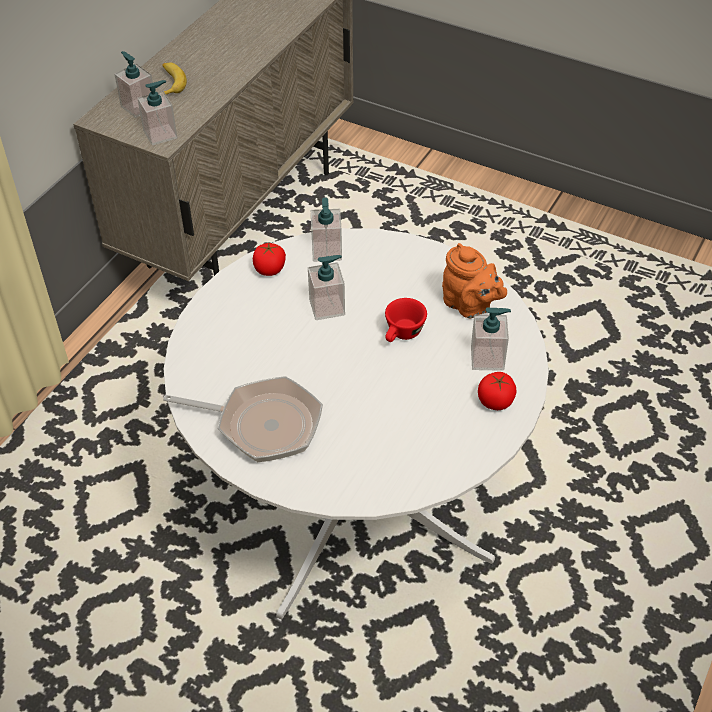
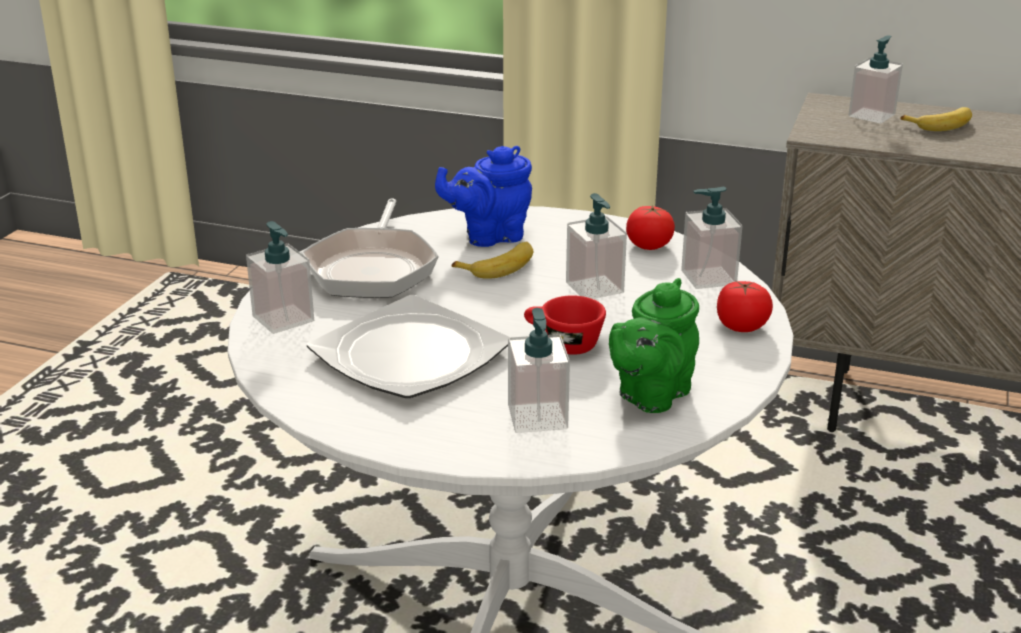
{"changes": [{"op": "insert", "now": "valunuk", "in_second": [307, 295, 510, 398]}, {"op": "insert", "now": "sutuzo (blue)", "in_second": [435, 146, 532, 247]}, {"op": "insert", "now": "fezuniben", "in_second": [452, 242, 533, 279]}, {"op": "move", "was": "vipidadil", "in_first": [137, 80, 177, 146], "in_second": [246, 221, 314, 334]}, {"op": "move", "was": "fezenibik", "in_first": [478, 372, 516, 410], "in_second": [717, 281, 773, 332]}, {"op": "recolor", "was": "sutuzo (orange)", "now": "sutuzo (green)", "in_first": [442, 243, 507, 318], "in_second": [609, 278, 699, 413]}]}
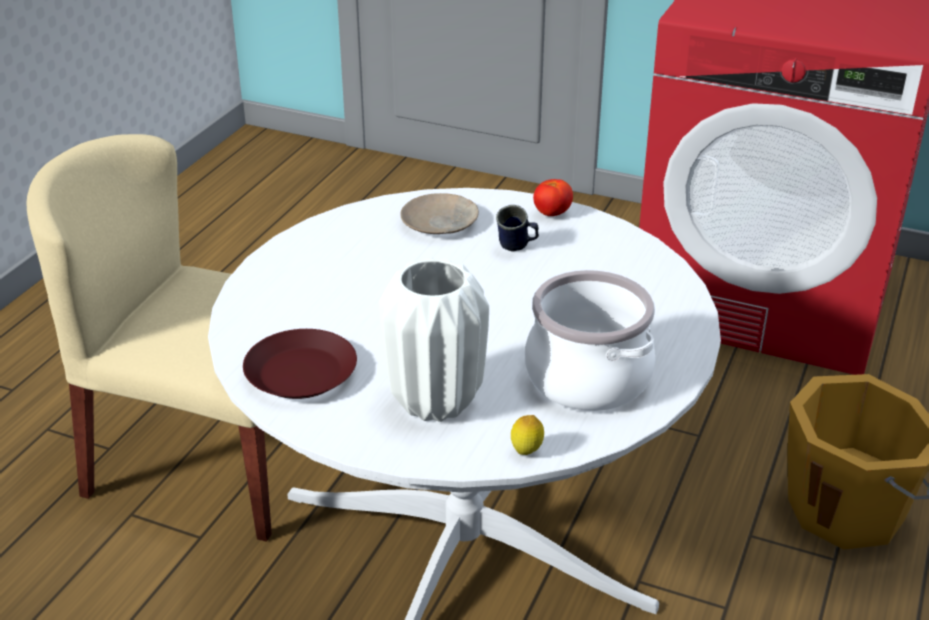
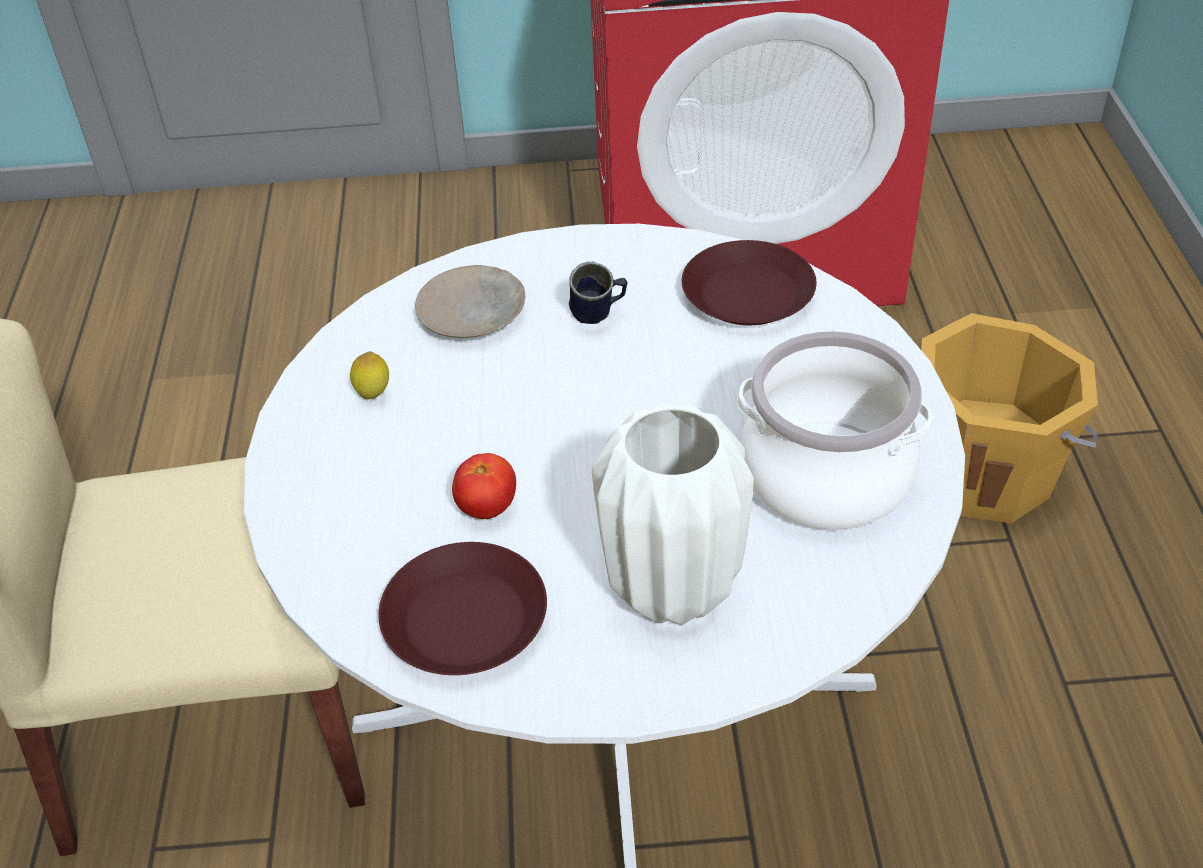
{"changes": [{"op": "insert", "now": "valunuk (brown)", "in_second": [682, 240, 816, 325]}, {"op": "move", "was": "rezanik", "in_first": [511, 415, 544, 455], "in_second": [350, 351, 389, 400]}, {"op": "move", "was": "fezenibik", "in_first": [533, 179, 573, 216], "in_second": [452, 453, 516, 519]}]}
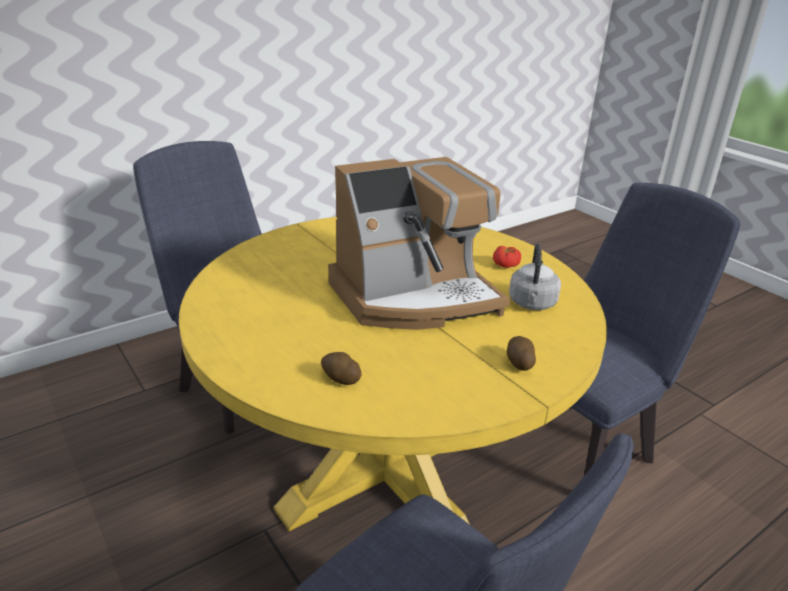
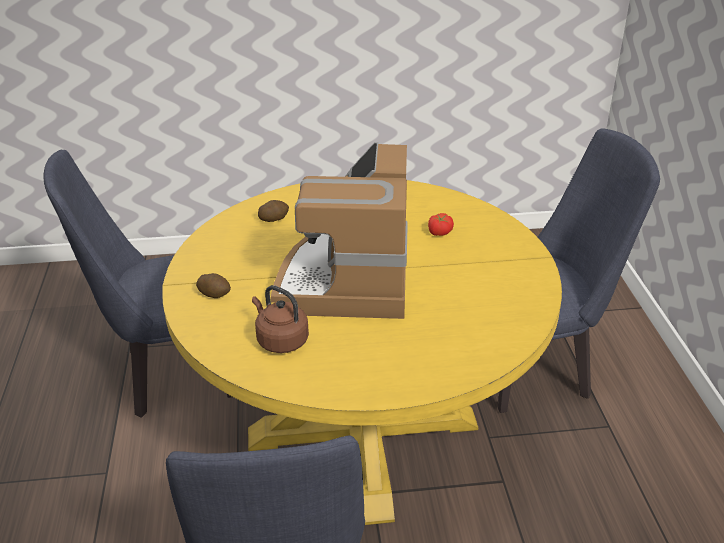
{"changes": [{"op": "move", "was": "fezenibik", "in_first": [493, 246, 521, 268], "in_second": [428, 213, 454, 236]}, {"op": "recolor", "was": "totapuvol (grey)", "now": "totapuvol (brown)", "in_first": [509, 244, 561, 310], "in_second": [252, 285, 309, 353]}]}
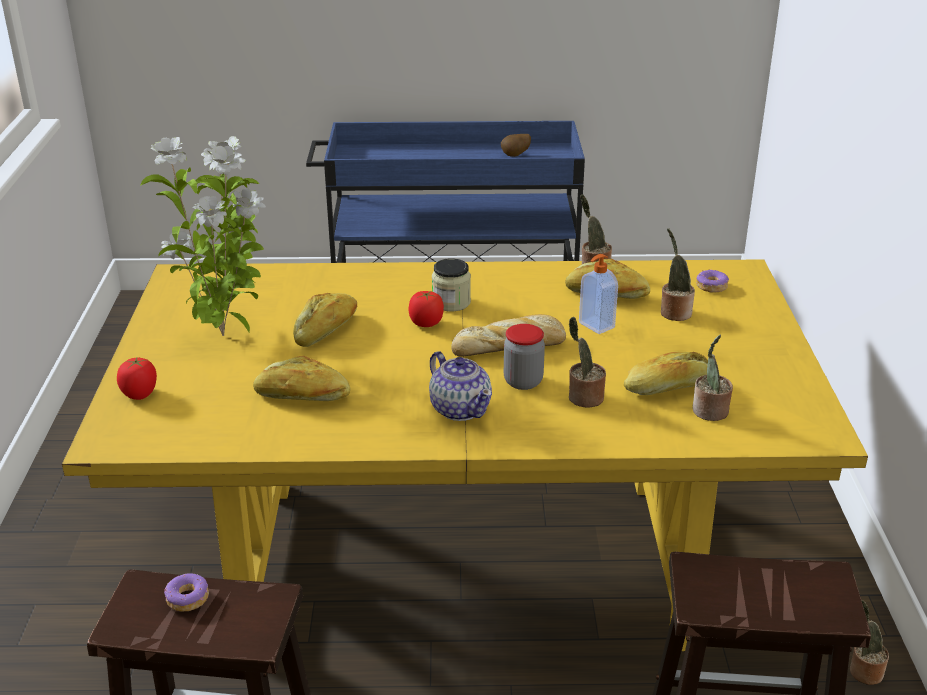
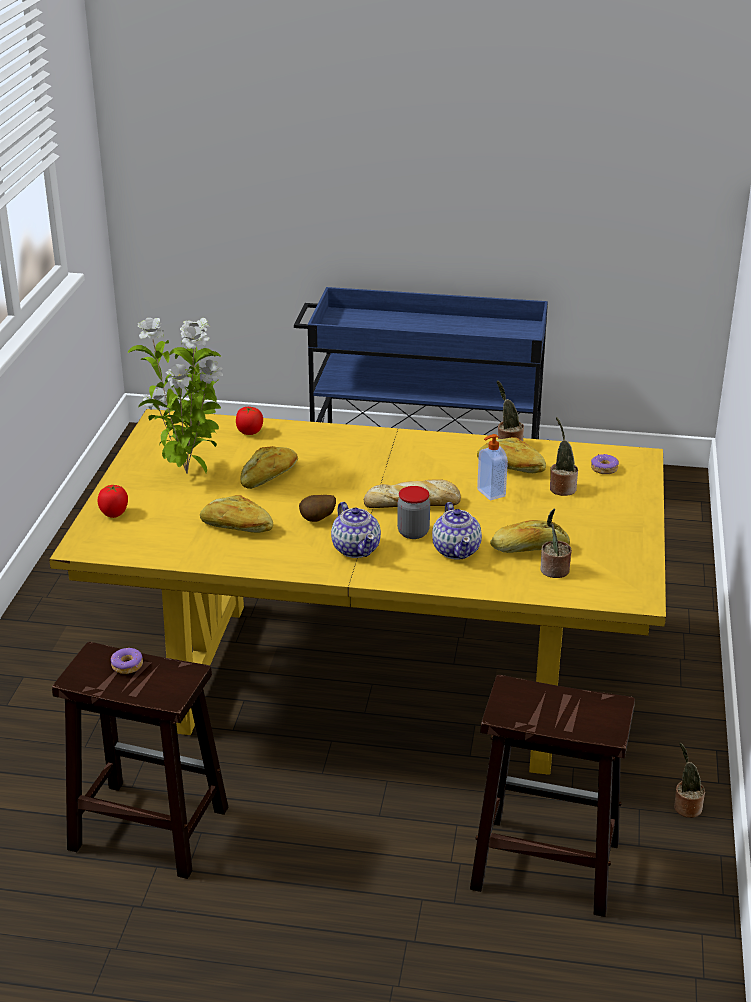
{"changes": [{"op": "delete", "was": "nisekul", "in_first": [432, 258, 471, 311]}, {"op": "move", "was": "fezenibik", "in_first": [409, 291, 444, 327], "in_second": [236, 407, 263, 435]}, {"op": "move", "was": "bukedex", "in_first": [501, 134, 531, 157], "in_second": [299, 495, 336, 522]}, {"op": "replace", "was": "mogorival", "now": "sutuzo", "in_first": [569, 317, 606, 408], "in_second": [432, 502, 482, 559]}]}
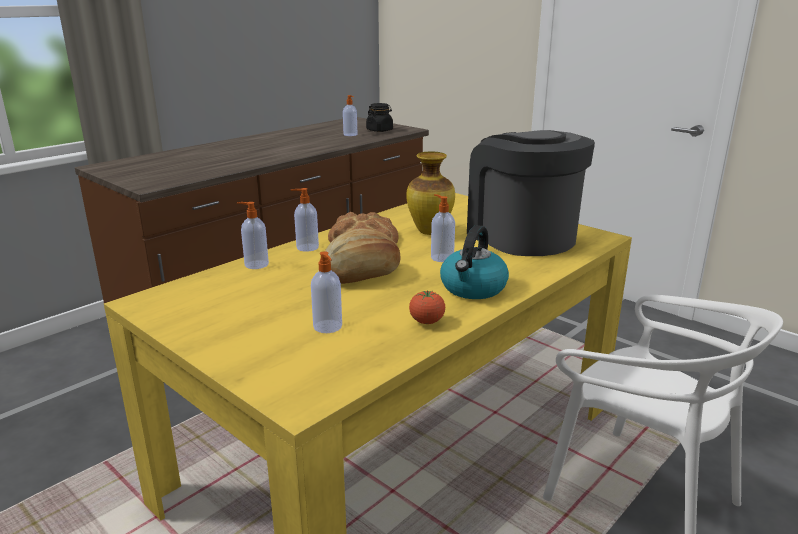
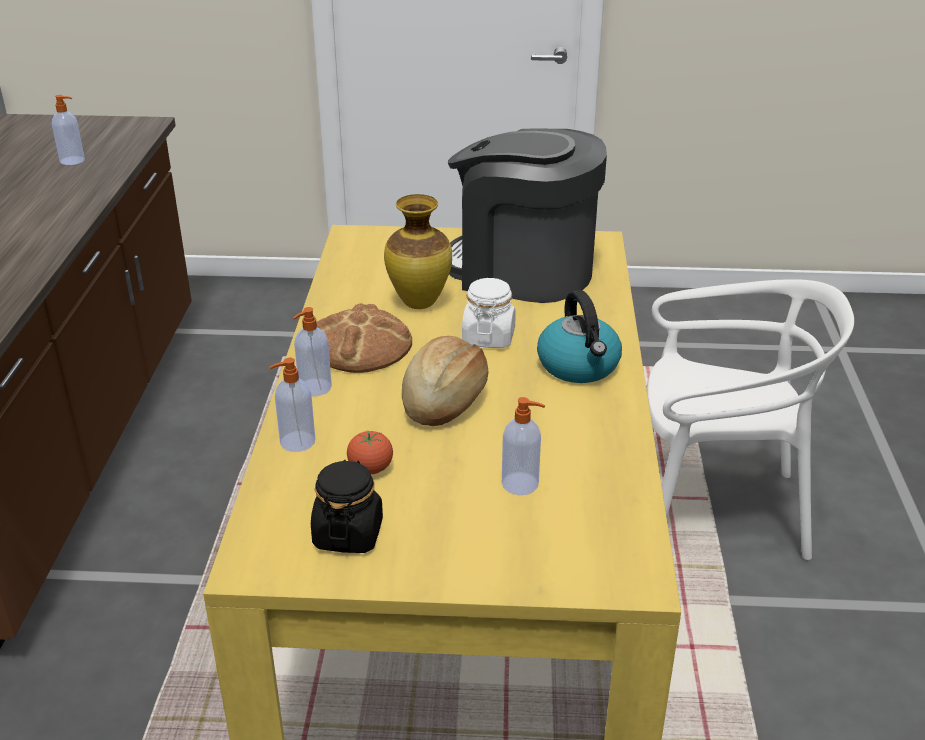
{"changes": [{"op": "move", "was": "nisekul (black)", "in_first": [366, 103, 393, 132], "in_second": [311, 459, 383, 553]}, {"op": "move", "was": "fezenibik", "in_first": [409, 290, 445, 324], "in_second": [347, 431, 393, 474]}, {"op": "replace", "was": "vipidadil", "now": "nisekul (white)", "in_first": [431, 194, 455, 262], "in_second": [462, 278, 516, 348]}]}
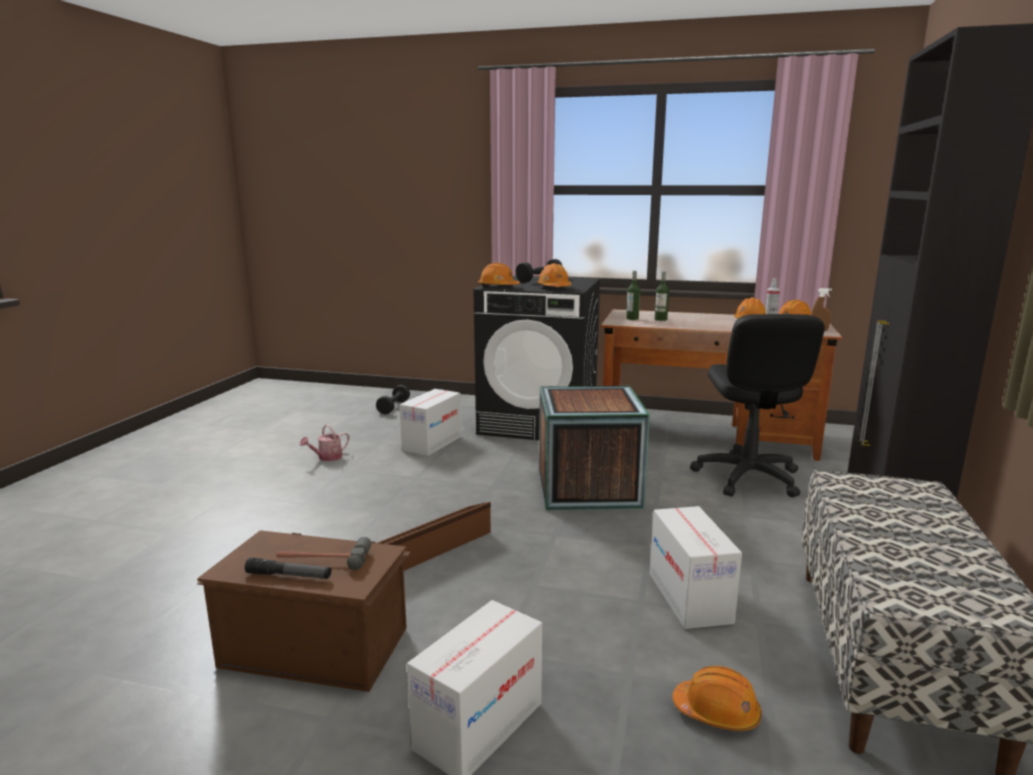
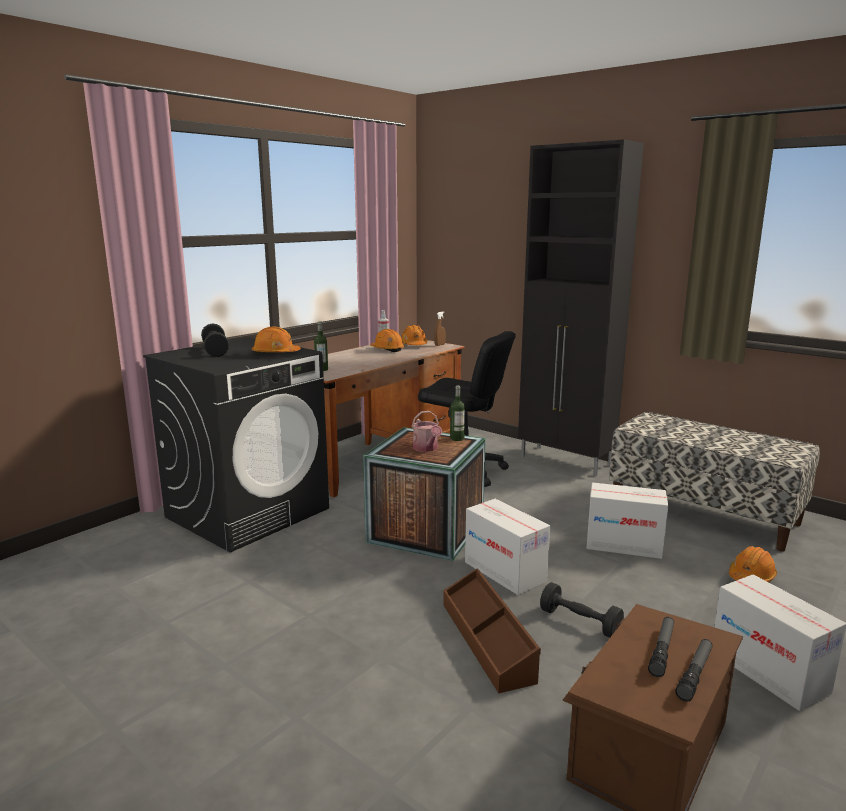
{"changes": [{"op": "delete", "was": "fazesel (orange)", "in_first": [478, 263, 520, 286]}, {"op": "move", "was": "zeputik", "in_first": [300, 424, 349, 461], "in_second": [411, 411, 442, 452]}, {"op": "move", "was": "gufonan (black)", "in_first": [376, 385, 410, 414], "in_second": [540, 582, 624, 638]}, {"op": "move", "was": "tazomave", "in_first": [400, 389, 461, 456], "in_second": [465, 499, 550, 595]}, {"op": "move", "was": "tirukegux", "in_first": [655, 271, 669, 321], "in_second": [450, 386, 465, 441]}, {"op": "replace", "was": "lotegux", "now": "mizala", "in_first": [277, 537, 371, 570], "in_second": [648, 617, 674, 677]}]}
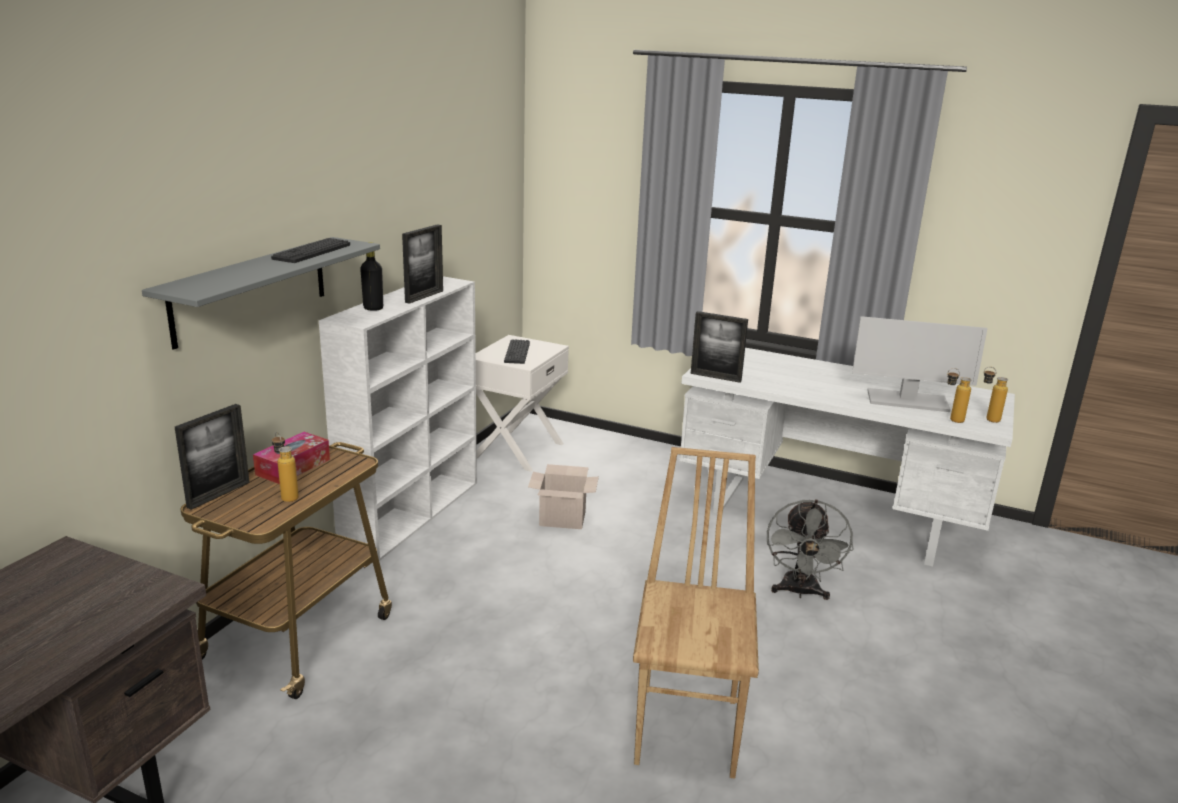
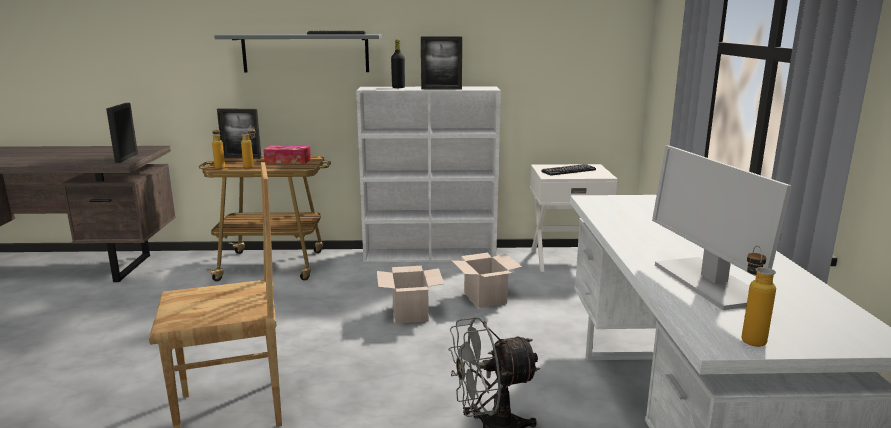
{"changes": [{"op": "insert", "now": "tazomave", "in_second": [377, 266, 444, 324]}, {"op": "move", "was": "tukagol", "in_first": [691, 311, 748, 383], "in_second": [106, 103, 138, 163]}, {"op": "move", "was": "tirukegux", "in_first": [947, 368, 971, 423], "in_second": [212, 129, 225, 169]}]}
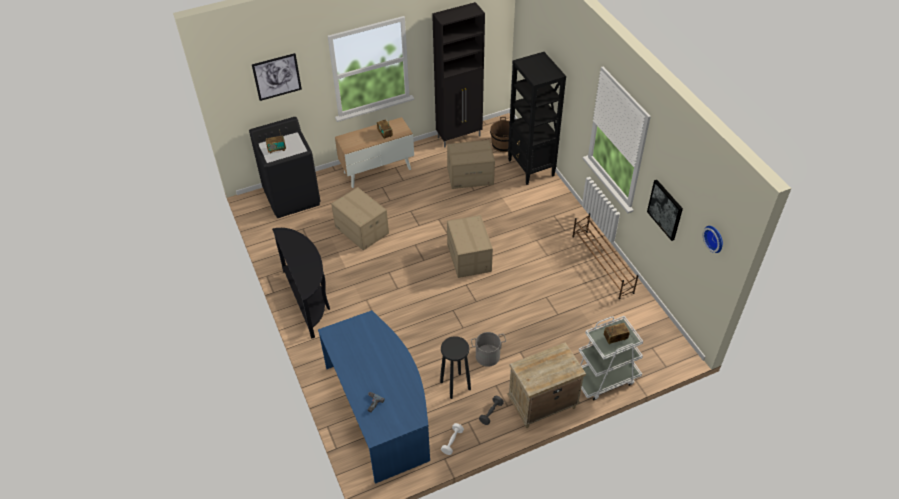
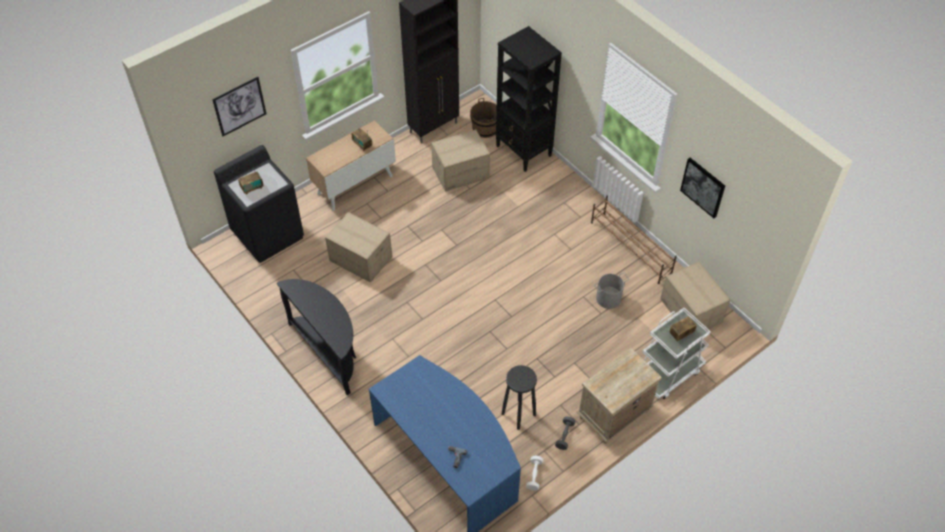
{"changes": [{"op": "delete", "was": "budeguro", "in_first": [703, 226, 723, 253]}, {"op": "move", "was": "tazomave", "in_first": [447, 215, 493, 278], "in_second": [660, 262, 730, 330]}, {"op": "move", "was": "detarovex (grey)", "in_first": [471, 332, 506, 367], "in_second": [594, 273, 629, 309]}]}
